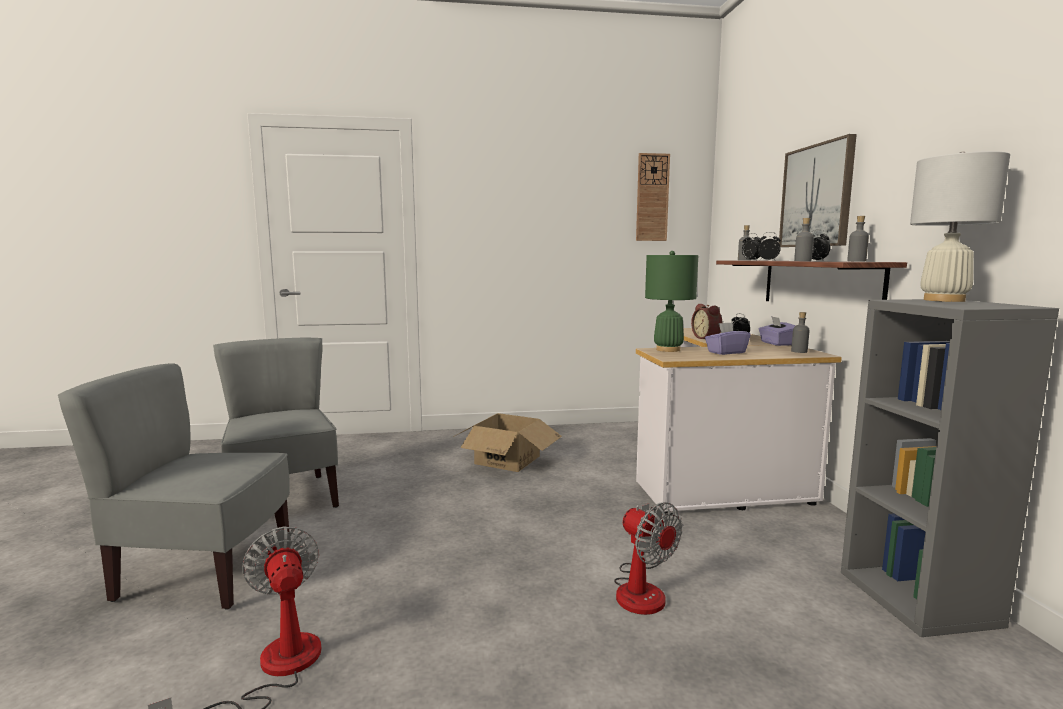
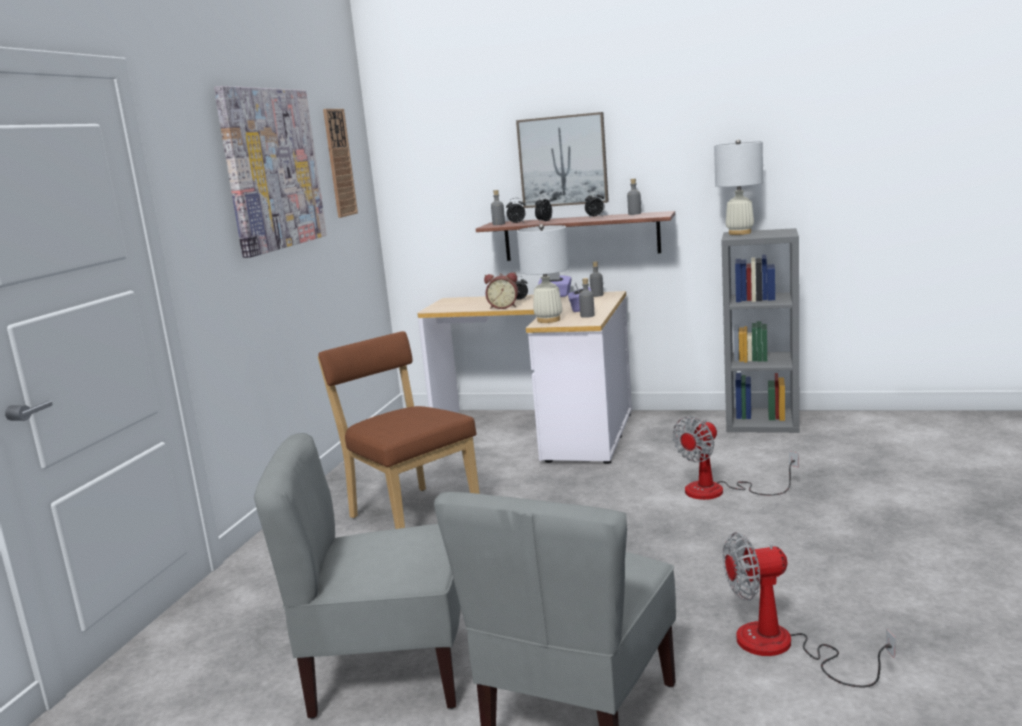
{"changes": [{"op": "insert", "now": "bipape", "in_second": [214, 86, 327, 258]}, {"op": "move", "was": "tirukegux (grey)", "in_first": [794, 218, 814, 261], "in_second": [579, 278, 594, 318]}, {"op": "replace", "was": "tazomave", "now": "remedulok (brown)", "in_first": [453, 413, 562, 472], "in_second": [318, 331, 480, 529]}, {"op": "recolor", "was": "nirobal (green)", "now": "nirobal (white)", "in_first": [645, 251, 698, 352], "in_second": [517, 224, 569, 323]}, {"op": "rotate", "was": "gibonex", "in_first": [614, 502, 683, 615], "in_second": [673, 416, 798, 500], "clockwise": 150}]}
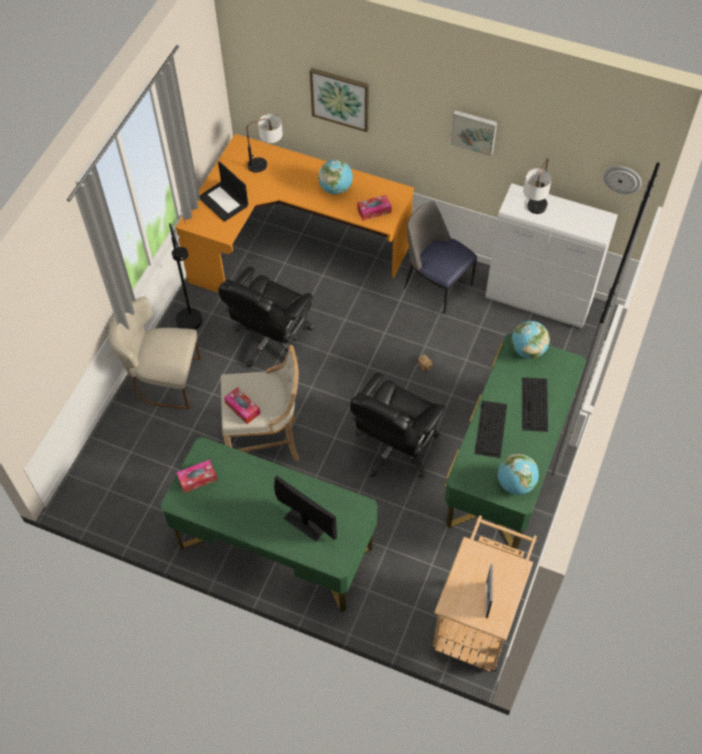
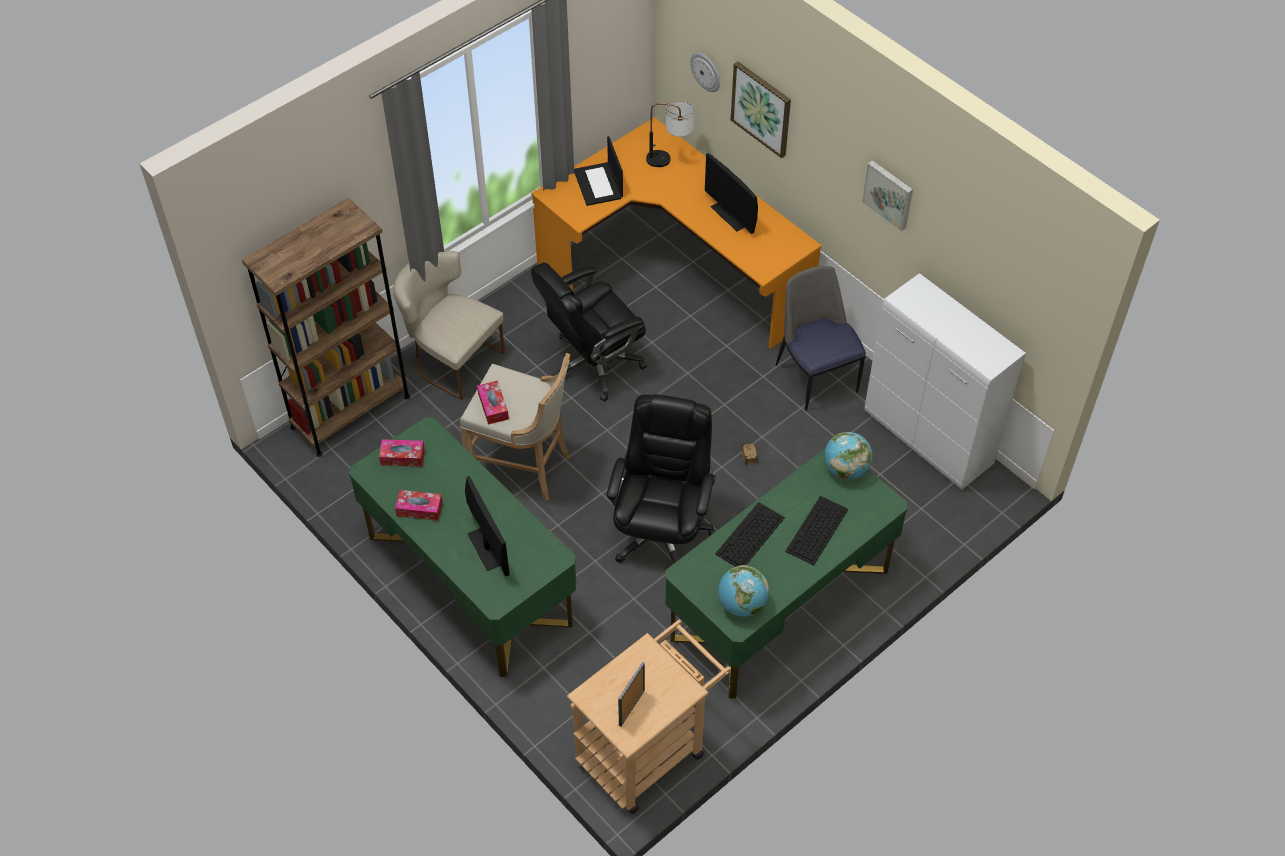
{"changes": [{"op": "delete", "was": "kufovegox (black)", "in_first": [169, 223, 202, 330]}, {"op": "delete", "was": "nirobal", "in_first": [523, 158, 552, 214]}, {"op": "insert", "now": "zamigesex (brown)", "in_second": [242, 198, 410, 457]}, {"op": "move", "was": "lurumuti", "in_first": [357, 195, 391, 221], "in_second": [395, 490, 443, 521]}, {"op": "move", "was": "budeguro", "in_first": [604, 166, 642, 194], "in_second": [690, 53, 720, 92]}, {"op": "replace", "was": "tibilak", "now": "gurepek", "in_first": [318, 159, 353, 194], "in_second": [705, 153, 758, 234]}, {"op": "rotate", "was": "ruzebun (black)", "in_first": [350, 373, 446, 478], "in_second": [607, 394, 716, 564], "clockwise": 135}]}
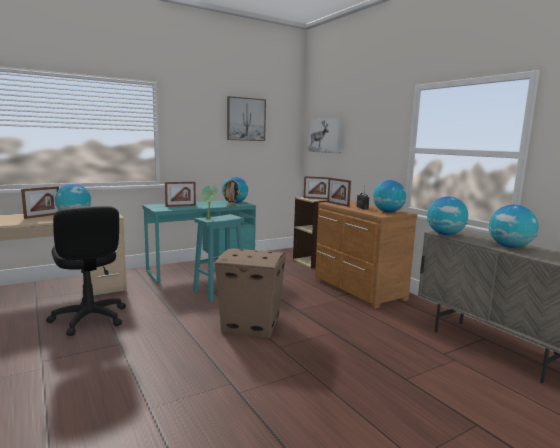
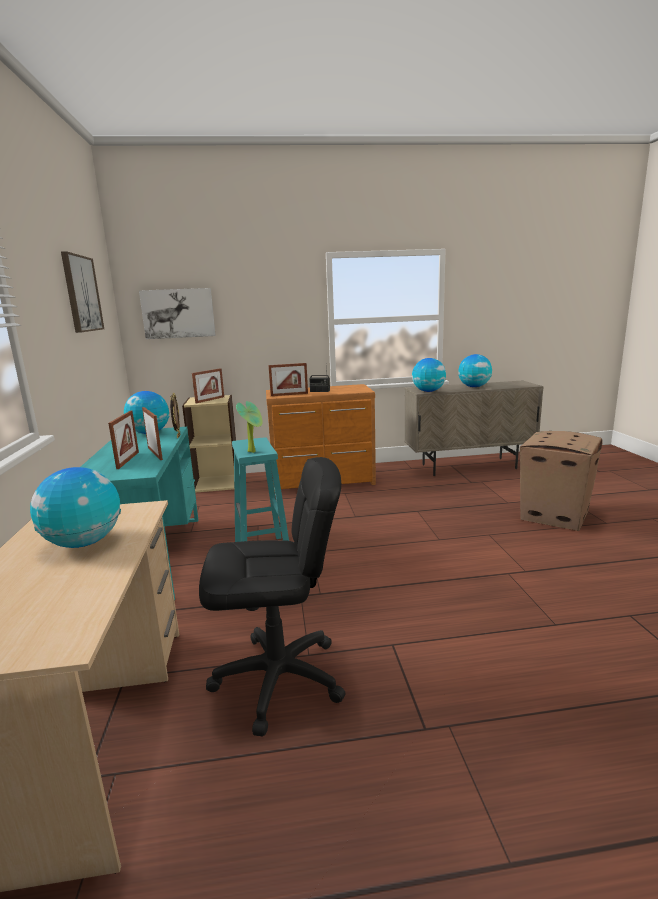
{"changes": [{"op": "delete", "was": "tibilak", "in_first": [373, 180, 406, 212]}, {"op": "move", "was": "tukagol", "in_first": [21, 186, 59, 219], "in_second": [142, 407, 163, 460]}, {"op": "move", "was": "tazomave", "in_first": [215, 248, 286, 339], "in_second": [520, 431, 603, 531]}]}
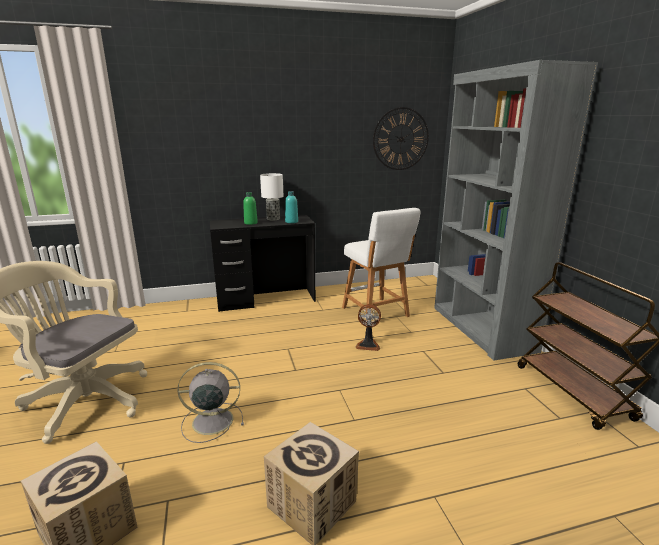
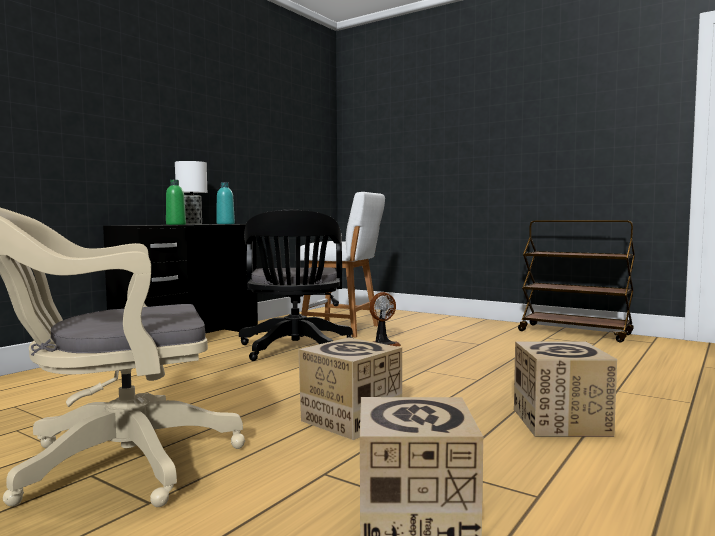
{"changes": [{"op": "delete", "was": "budeguro", "in_first": [373, 107, 429, 170]}, {"op": "delete", "was": "zamigesex (grey)", "in_first": [434, 60, 598, 361]}, {"op": "insert", "now": "ruzebun (black)", "in_second": [239, 210, 353, 361]}, {"op": "replace", "was": "gibonex (grey)", "now": "tazomave", "in_first": [177, 362, 244, 443], "in_second": [298, 337, 402, 440]}]}
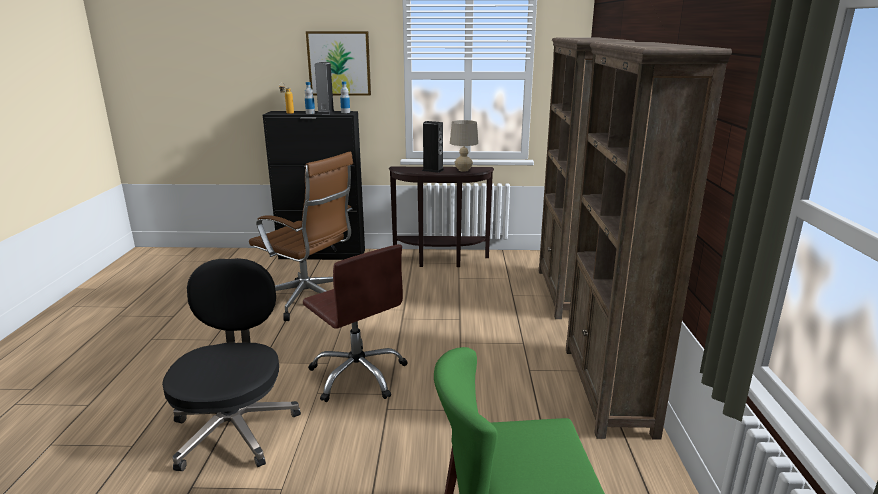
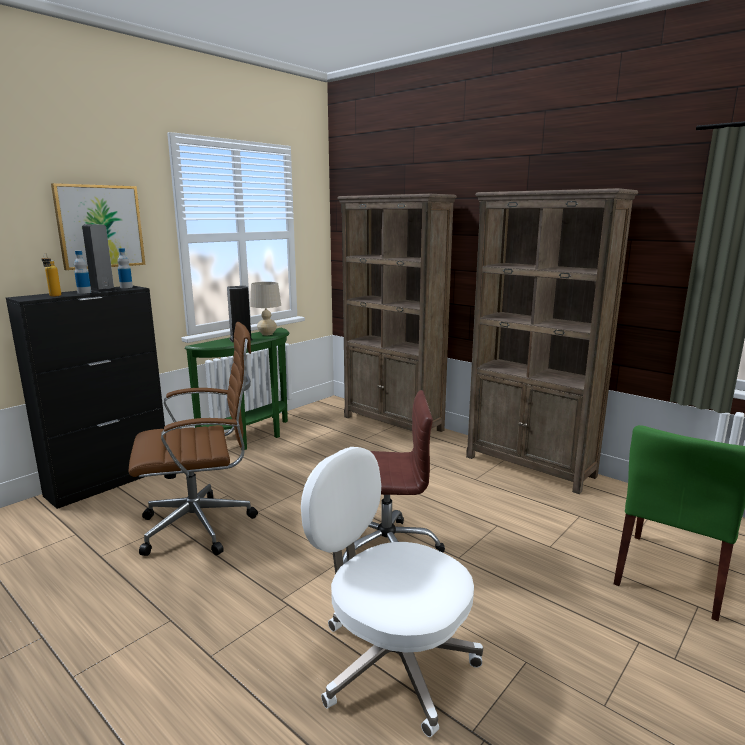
{"changes": [{"op": "recolor", "was": "ruzebun (black)", "now": "ruzebun (white)", "in_first": [162, 258, 301, 471], "in_second": [301, 447, 483, 737]}, {"op": "recolor", "was": "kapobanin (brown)", "now": "kapobanin (green)", "in_first": [389, 167, 494, 267], "in_second": [184, 328, 290, 450]}]}
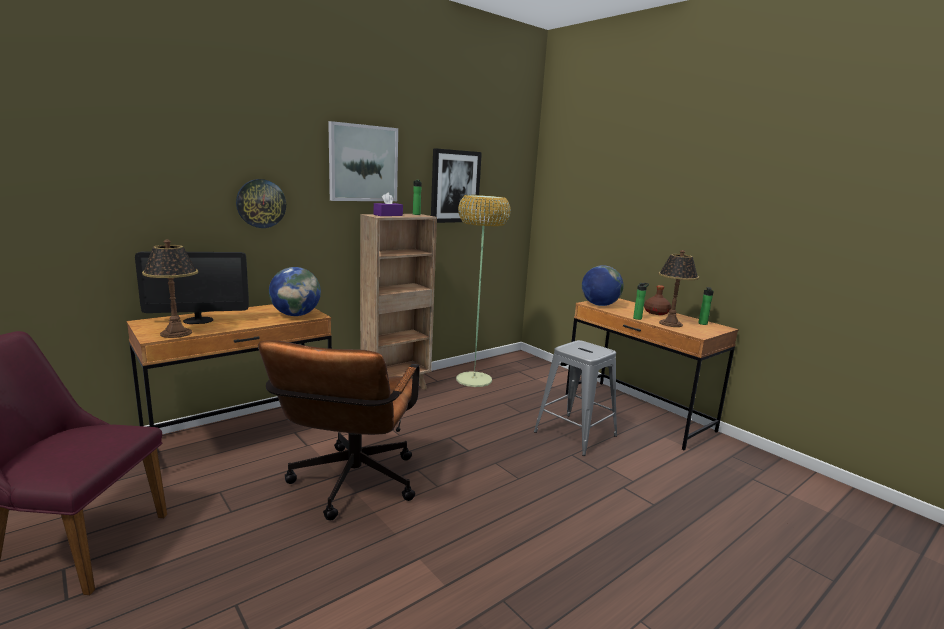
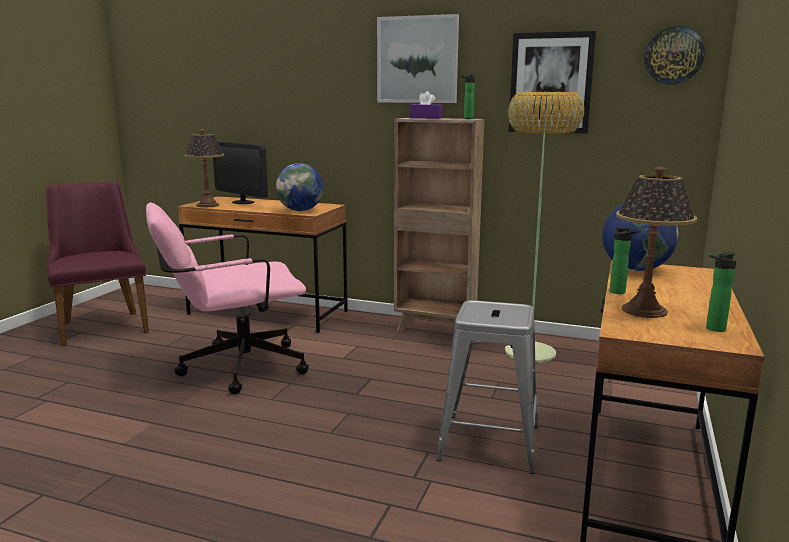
{"changes": [{"op": "delete", "was": "tirukegux (brown)", "in_first": [644, 285, 671, 315]}, {"op": "move", "was": "budeguro", "in_first": [236, 179, 286, 228], "in_second": [644, 26, 705, 85]}, {"op": "recolor", "was": "ruzebun (brown)", "now": "ruzebun (pink)", "in_first": [258, 340, 419, 520], "in_second": [146, 203, 309, 394]}]}
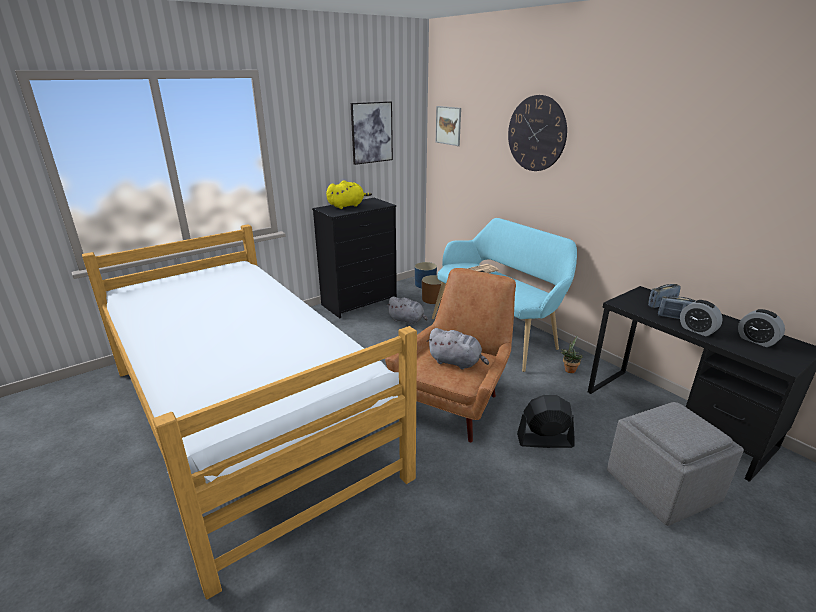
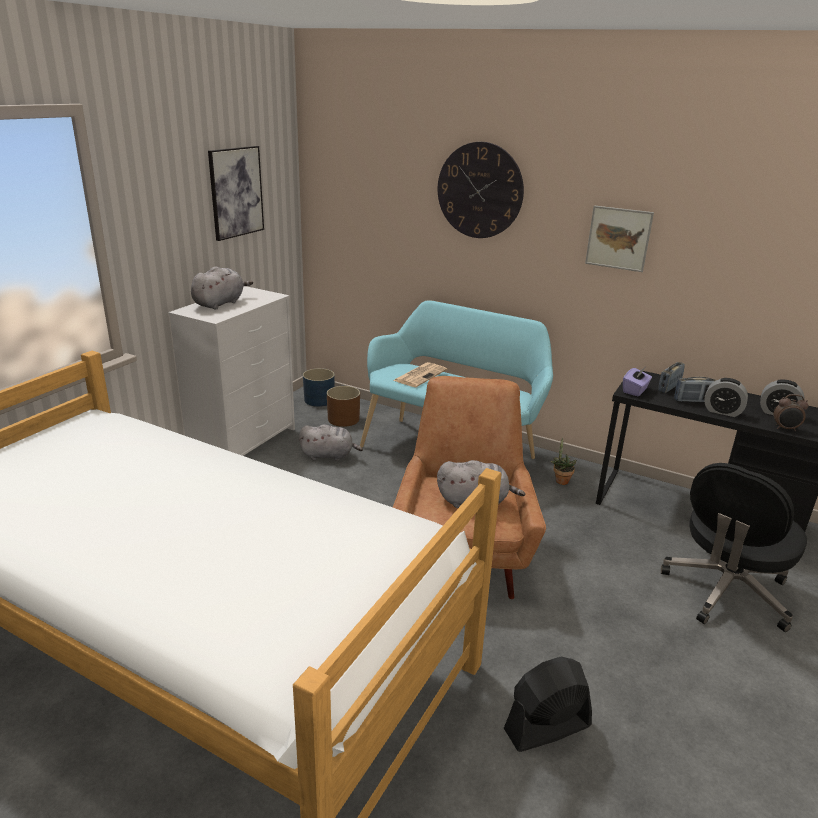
{"changes": [{"op": "insert", "now": "lurumuti (purple)", "in_second": [623, 368, 652, 396]}, {"op": "insert", "now": "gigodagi", "in_second": [773, 394, 808, 431]}, {"op": "move", "was": "bipape", "in_first": [436, 106, 461, 146], "in_second": [585, 206, 654, 272]}, {"op": "move", "was": "gibonex (black)", "in_first": [517, 395, 574, 448], "in_second": [504, 657, 592, 752]}, {"op": "replace", "was": "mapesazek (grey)", "now": "ruzebun (black)", "in_first": [607, 402, 744, 526], "in_second": [661, 463, 807, 632]}, {"op": "recolor", "was": "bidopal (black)", "now": "bidopal (white)", "in_first": [312, 198, 397, 318], "in_second": [168, 286, 295, 456]}, {"op": "recolor", "was": "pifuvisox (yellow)", "now": "pifuvisox (grey)", "in_first": [326, 180, 372, 209], "in_second": [191, 266, 253, 309]}]}
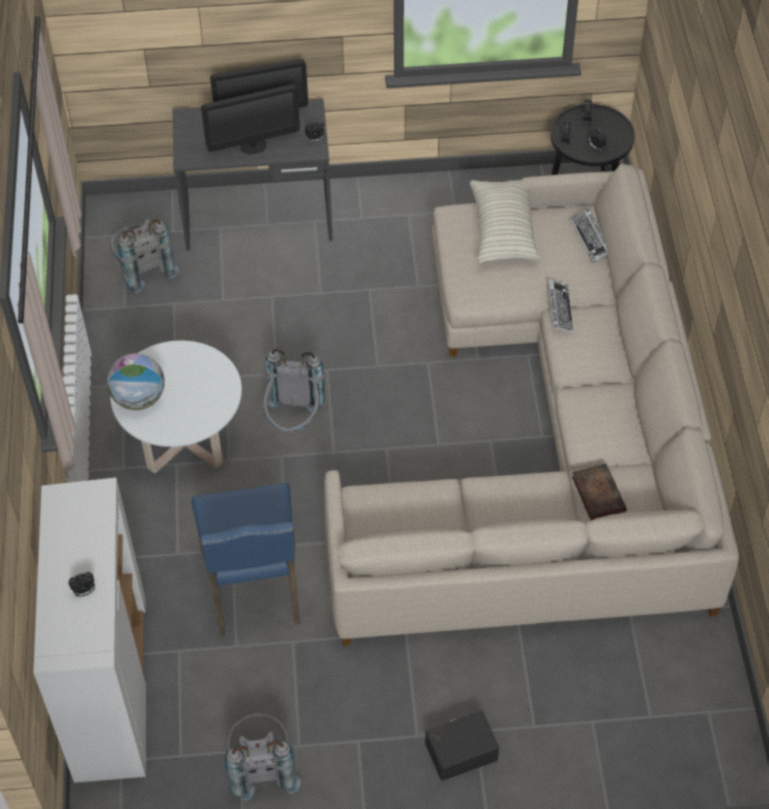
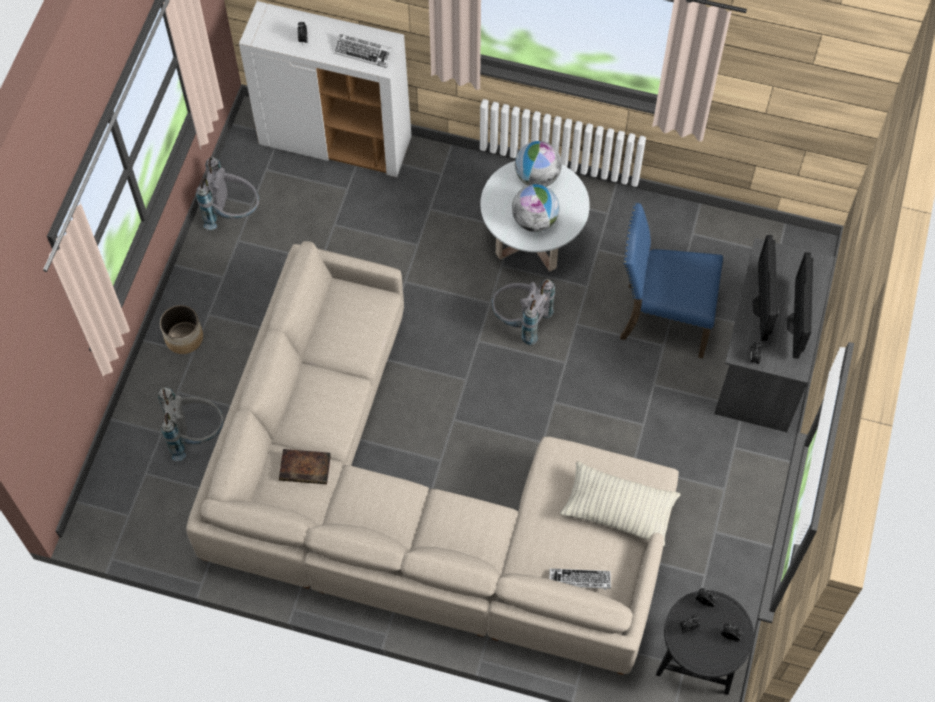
{"changes": [{"op": "insert", "now": "tibilak", "in_second": [512, 184, 560, 232]}, {"op": "move", "was": "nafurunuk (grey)", "in_first": [110, 219, 178, 293], "in_second": [158, 388, 224, 461]}, {"op": "move", "was": "remedulok (blue)", "in_first": [191, 483, 300, 636], "in_second": [620, 203, 723, 358]}, {"op": "move", "was": "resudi", "in_first": [547, 279, 574, 333], "in_second": [334, 34, 393, 68]}, {"op": "replace", "was": "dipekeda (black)", "now": "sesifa", "in_first": [425, 711, 499, 781], "in_second": [160, 305, 203, 354]}]}
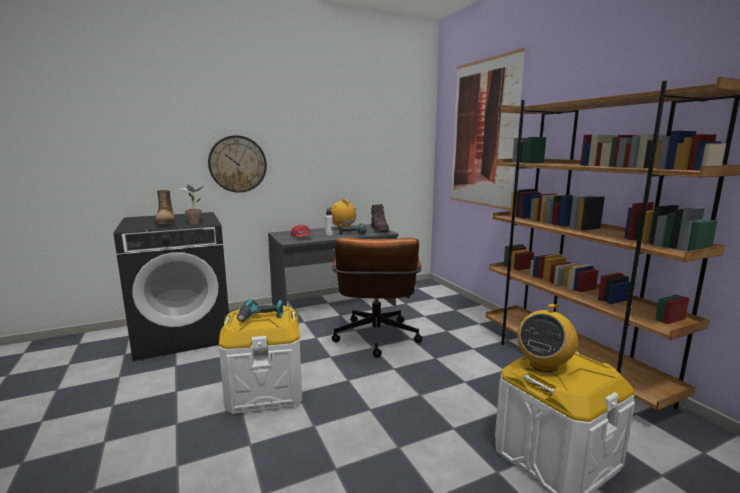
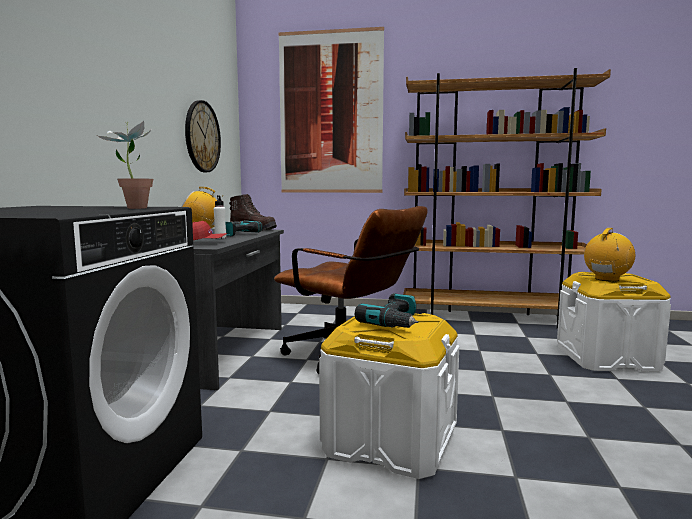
{"changes": [{"op": "delete", "was": "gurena", "in_first": [155, 190, 175, 225]}, {"op": "move", "was": "budeguro", "in_first": [208, 135, 267, 193], "in_second": [185, 100, 221, 172]}, {"op": "rotate", "was": "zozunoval", "in_first": [517, 303, 578, 372], "in_second": [584, 228, 635, 281], "clockwise": -120}]}
